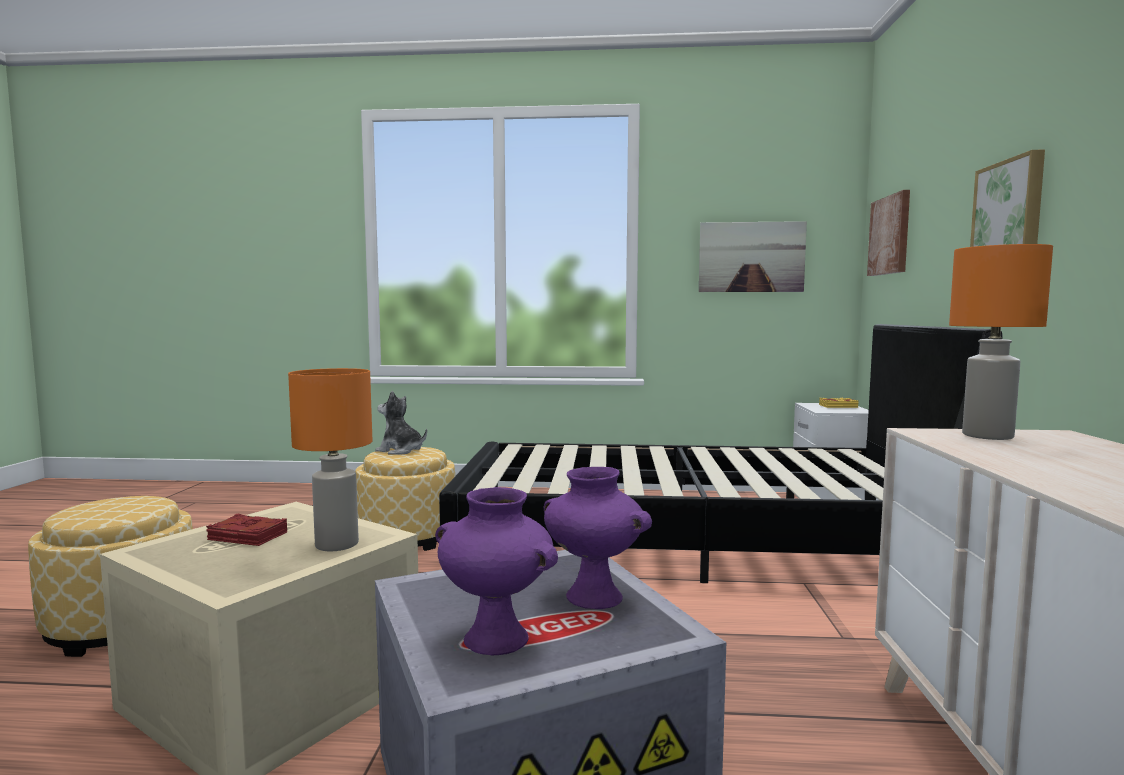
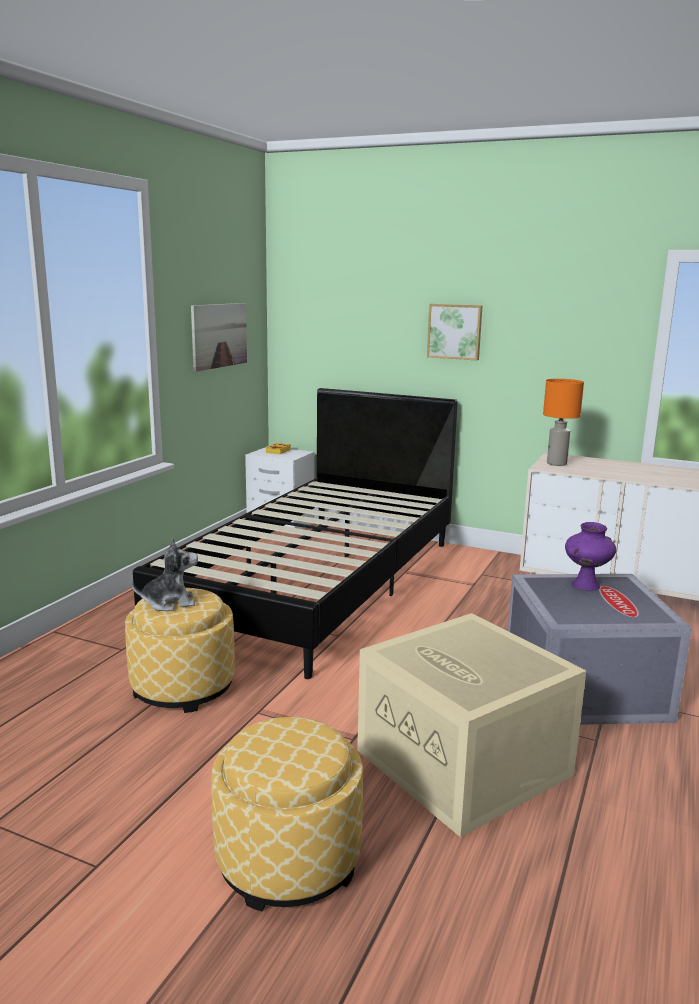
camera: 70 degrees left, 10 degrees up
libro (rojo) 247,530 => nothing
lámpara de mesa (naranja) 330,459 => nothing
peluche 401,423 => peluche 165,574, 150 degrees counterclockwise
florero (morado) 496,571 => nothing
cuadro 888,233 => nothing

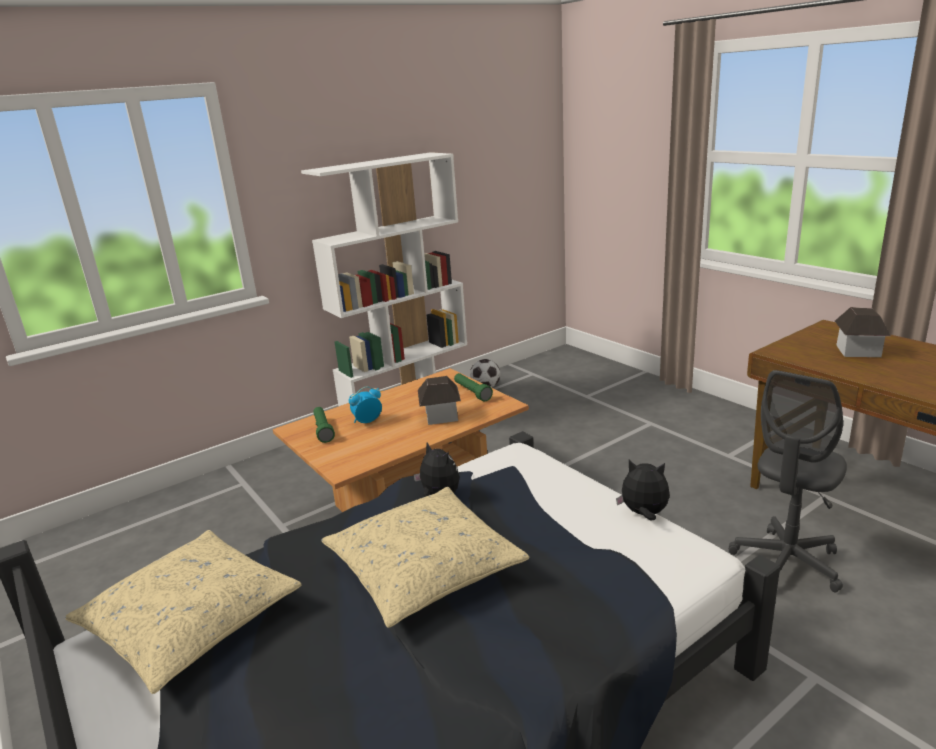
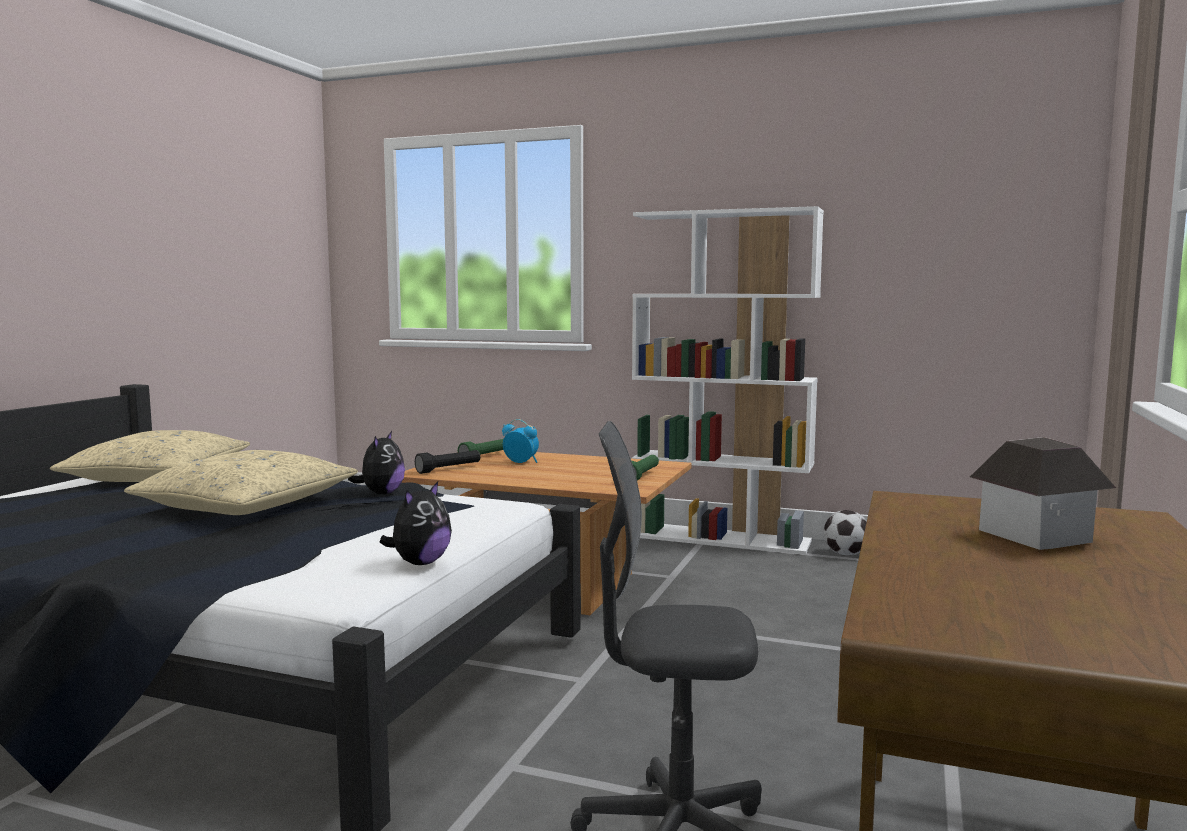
camera: 55 degrees right, 15 degrees down
casita 439,400 => nothing
peluche 643,490 => peluche 416,523, 45 degrees clockwise
nothing => linterna (negro) 447,462

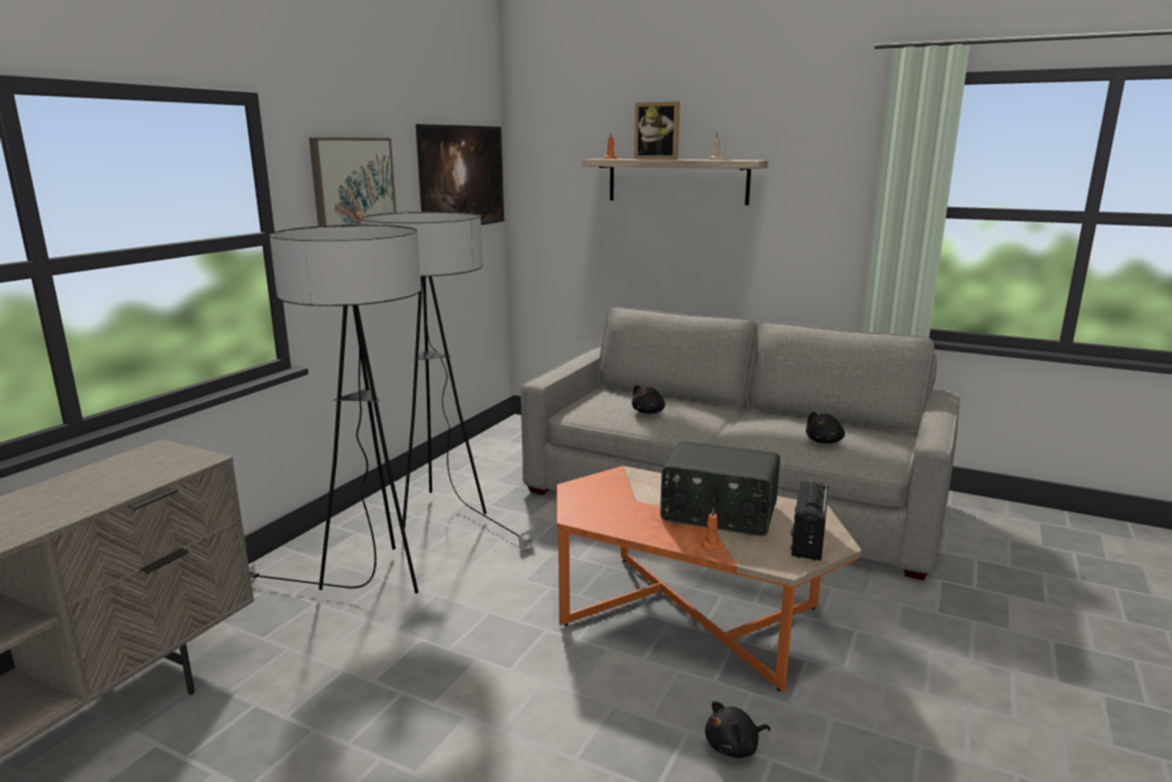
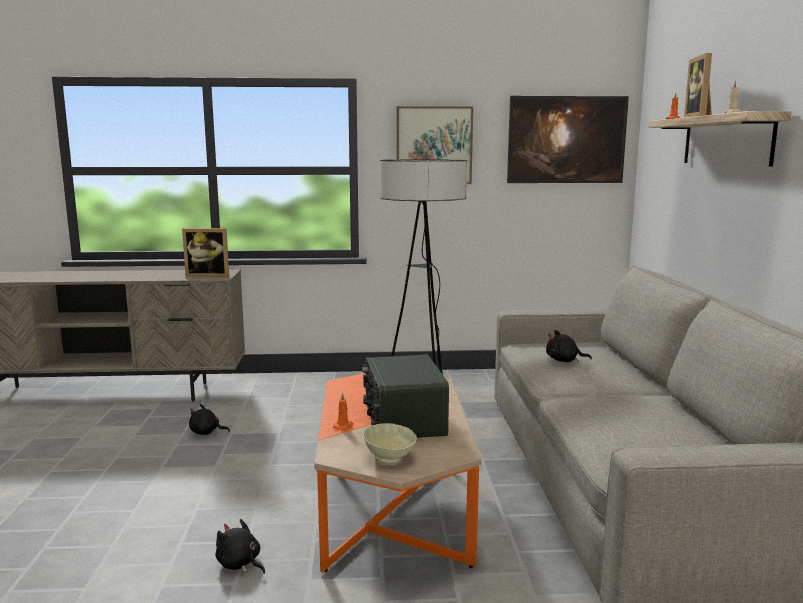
camera: 60 degrees right, 5 degrees down
lámpara de pie 335,409 => nothing
radio 809,521 => cuenco (beis) 390,443
peluche (negro) 825,428 => peluche (negro) 209,419, shifted
nothing => portarretratos 205,252

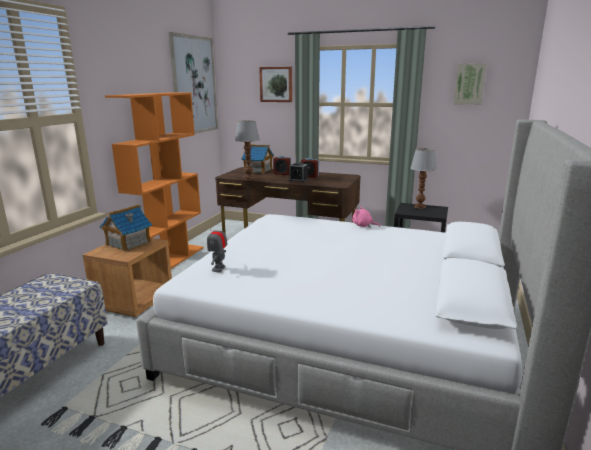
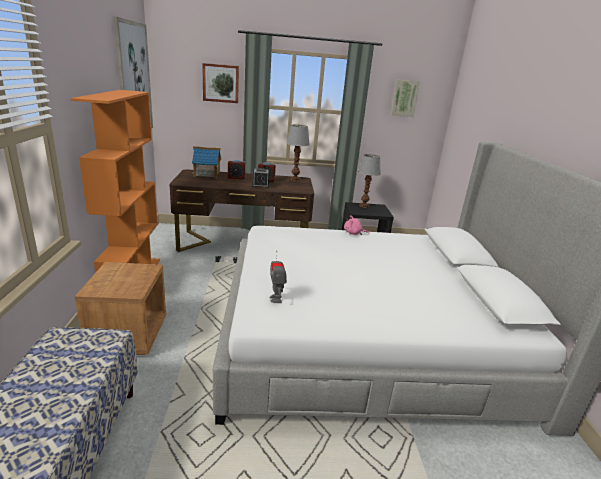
camera: 25 degrees left, 5 degrees up
casita 125,228 => nothing
lámpara de mesa 247,150 => lámpara de mesa 298,152, shifted

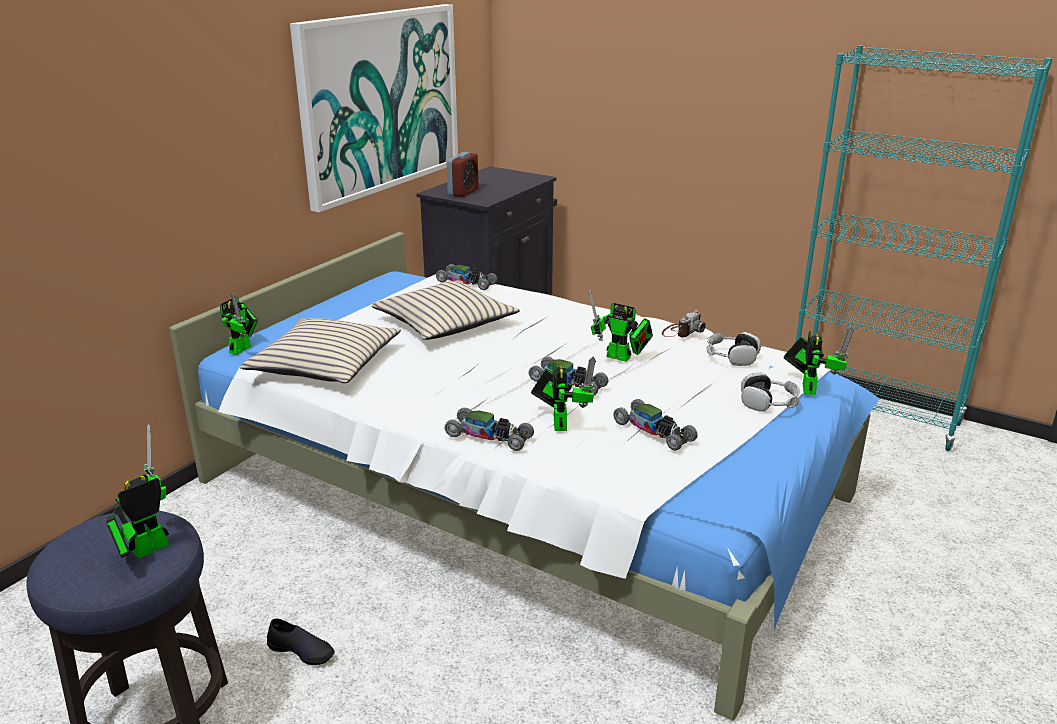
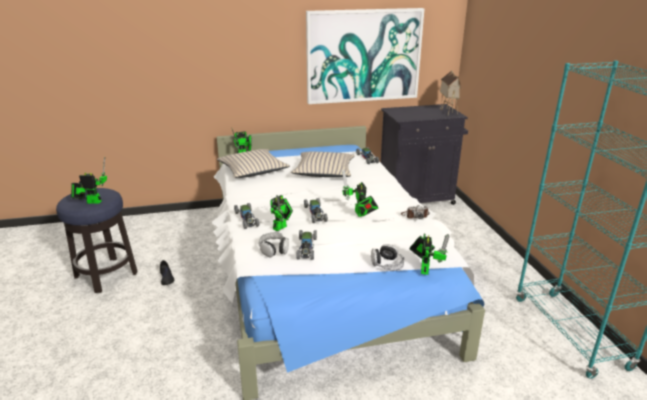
camera: 45 degrees right, 0 degrees up
despertador 462,174 => nothing
auriculares 733,349 => auriculares 274,244, shifted
robot de juguete 819,360 => robot de juguete 429,254, 45 degrees counterclockwise
nothing => casita 450,92

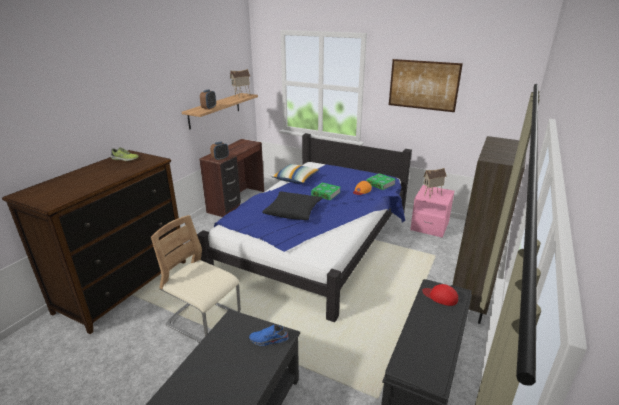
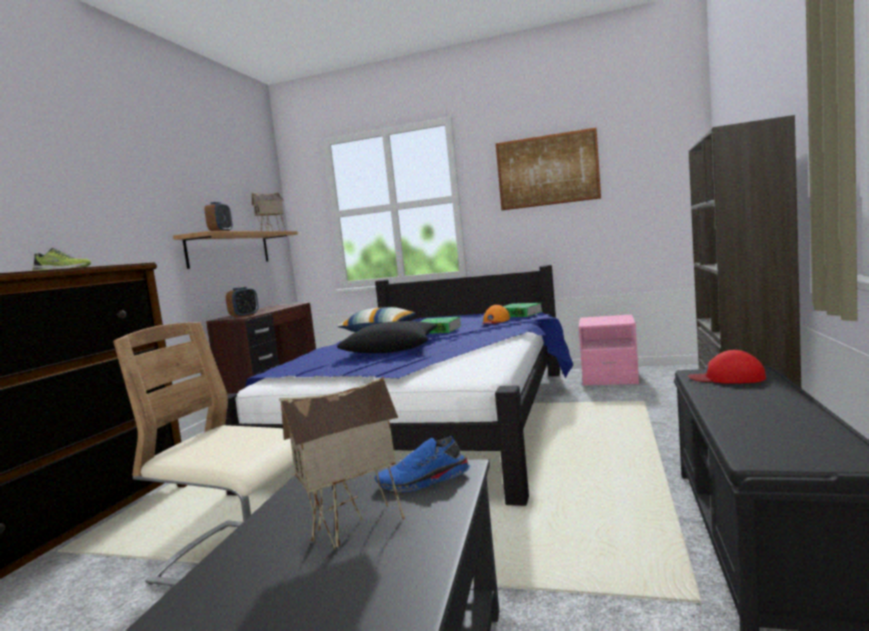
camera: 10 degrees left, 20 degrees down
casita 435,183 => casita 342,463, shifted

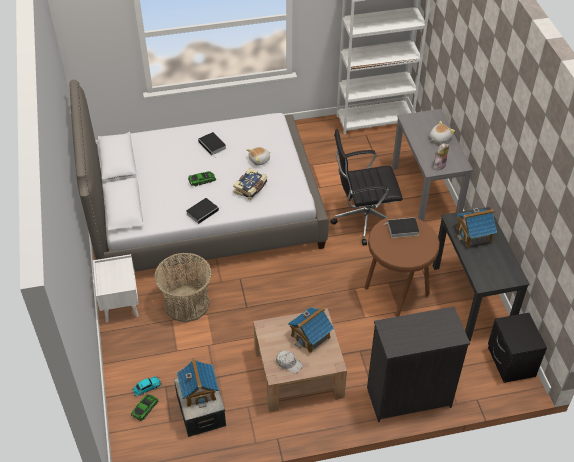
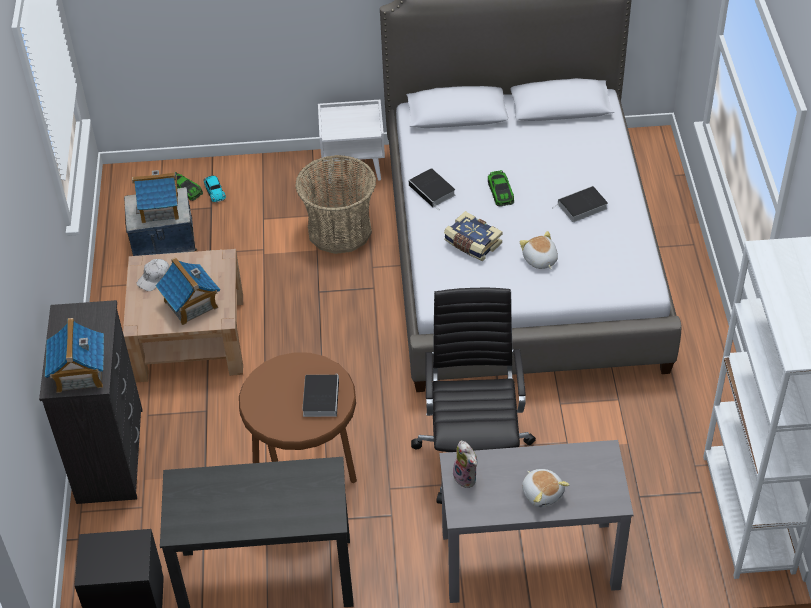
camera: 100 degrees right, 0 degrees up
casita 477,227 => casita 74,355, shifted

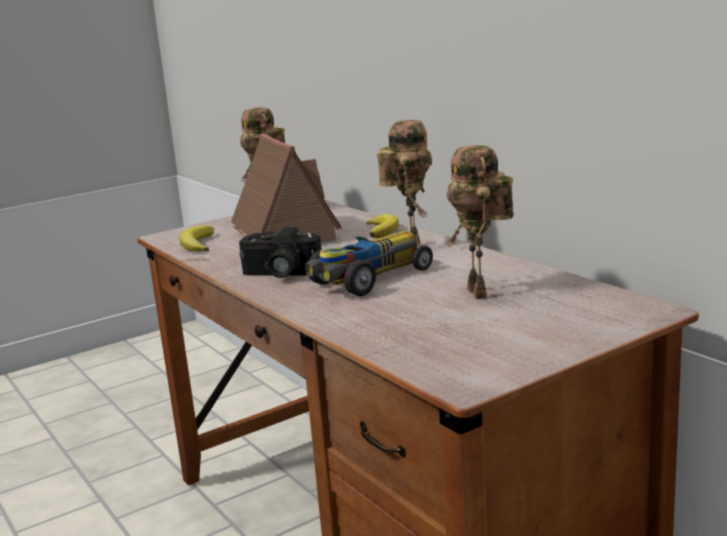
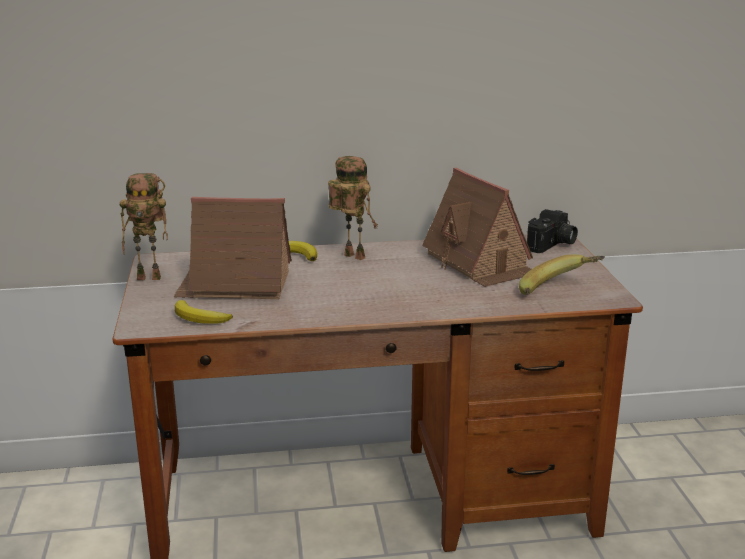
camera: 65 degrees left, 5 degrees up
cámara 280,252 => cámara 552,231, shifted
coche de juguete 369,263 => nothing
robot de juguete 480,222 => casita 477,227
nothing => plátano 562,274

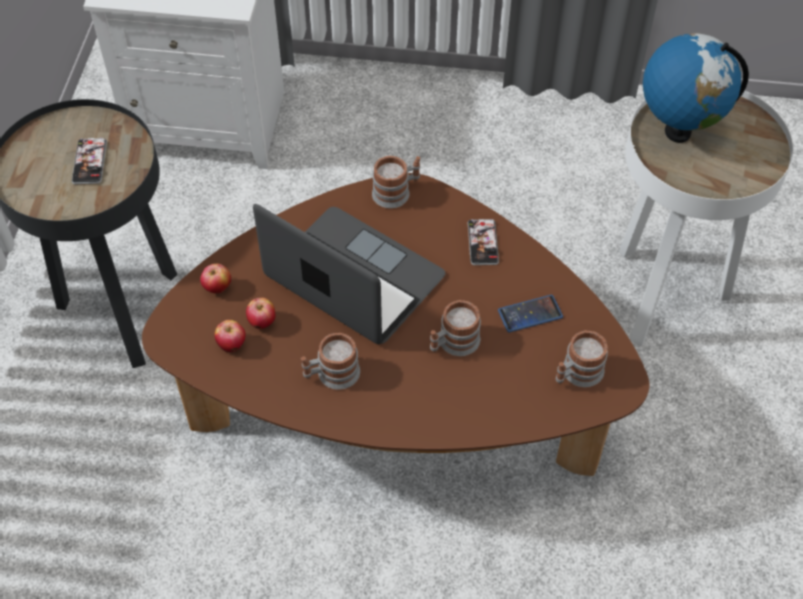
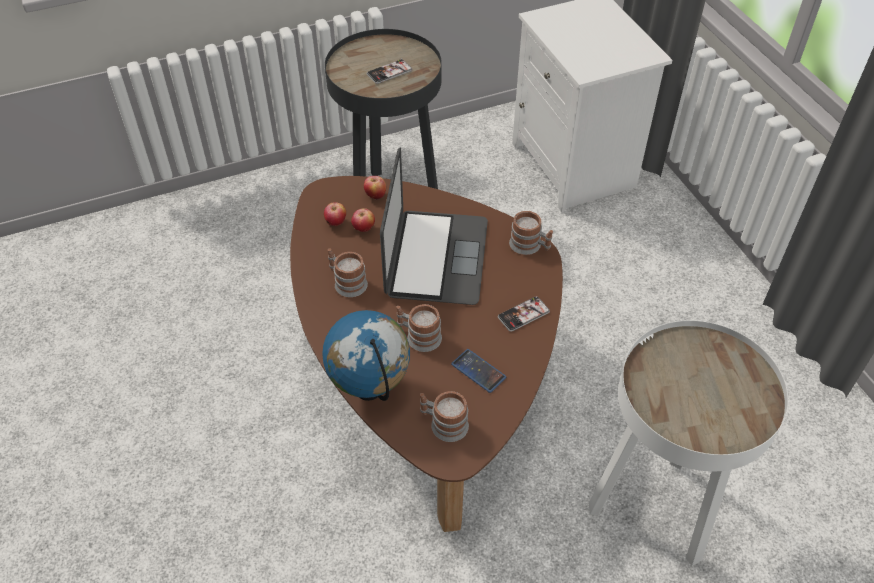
camera: 60 degrees right, 5 degrees down
globo terráqueo 696,88 => globo terráqueo 366,355, shifted

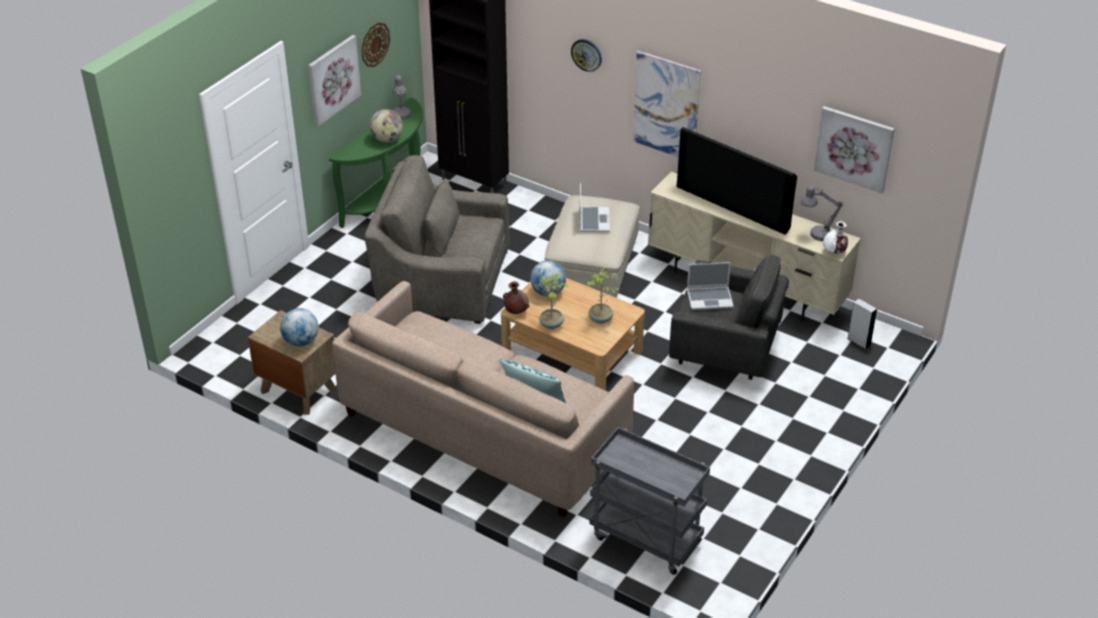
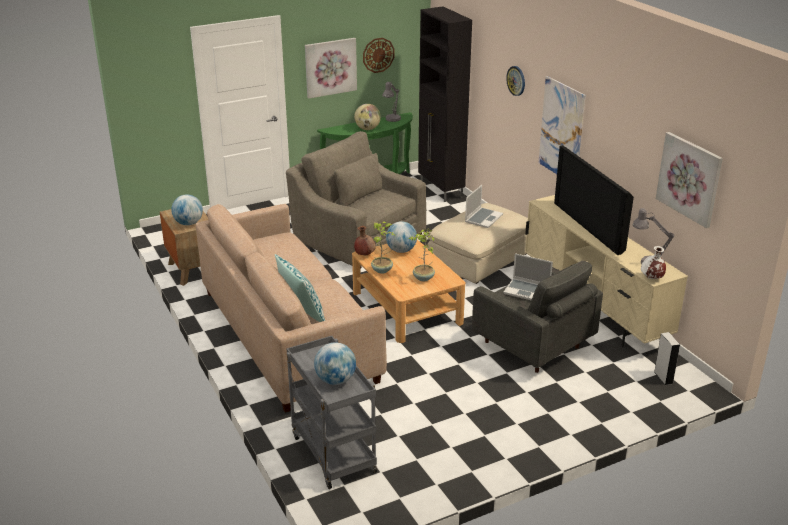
camera: 30 degrees right, 10 degrees down
nothing => globo terráqueo 335,363

